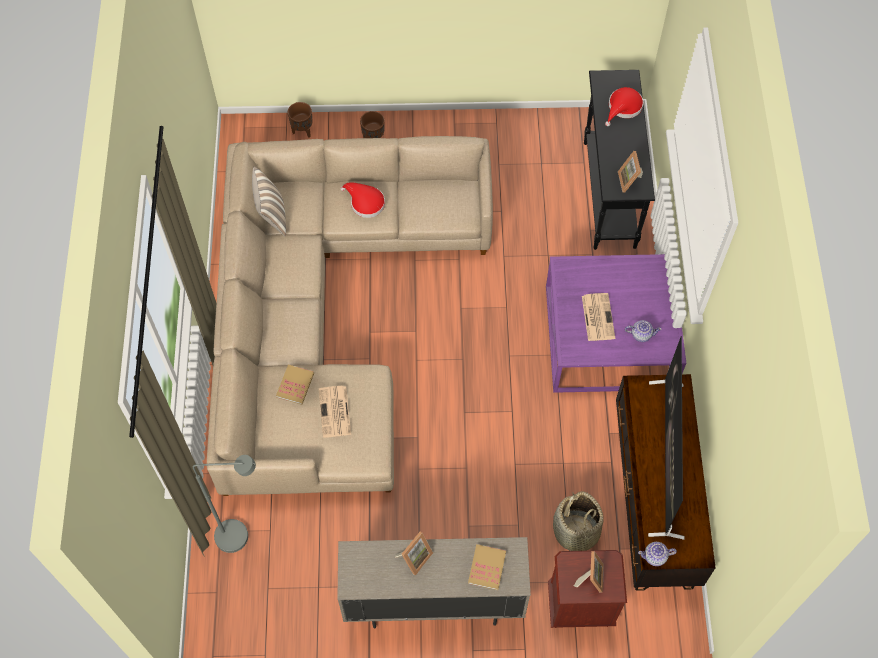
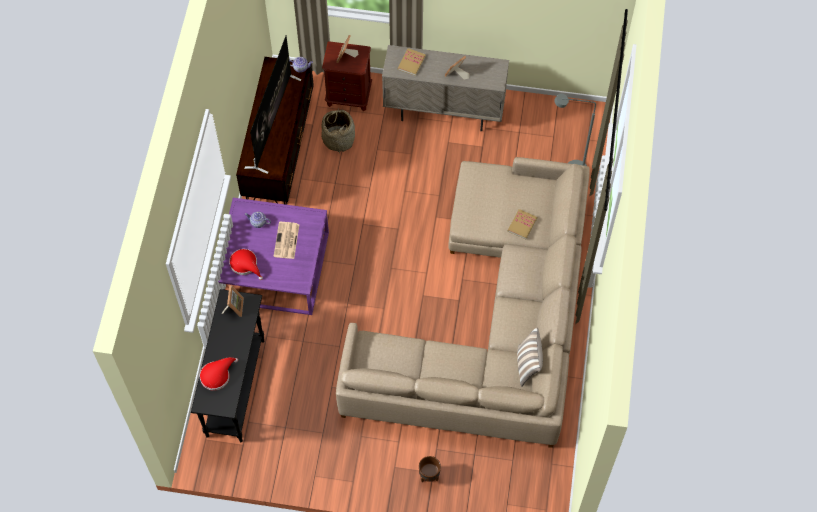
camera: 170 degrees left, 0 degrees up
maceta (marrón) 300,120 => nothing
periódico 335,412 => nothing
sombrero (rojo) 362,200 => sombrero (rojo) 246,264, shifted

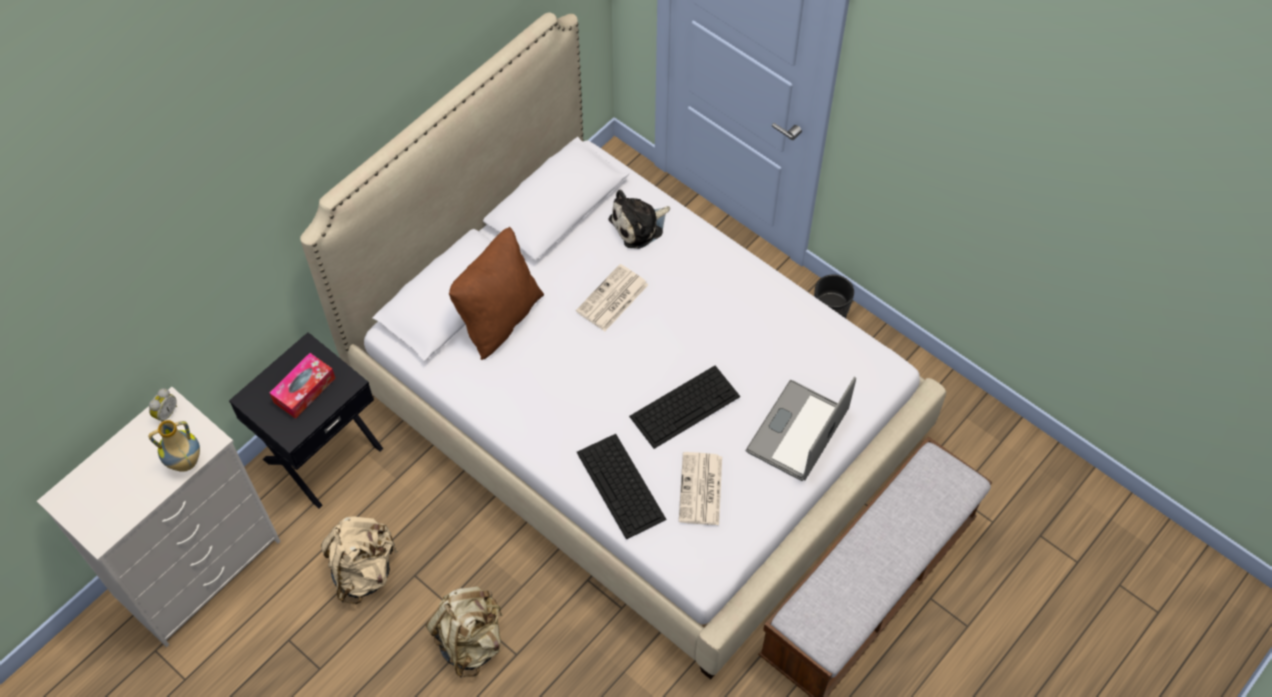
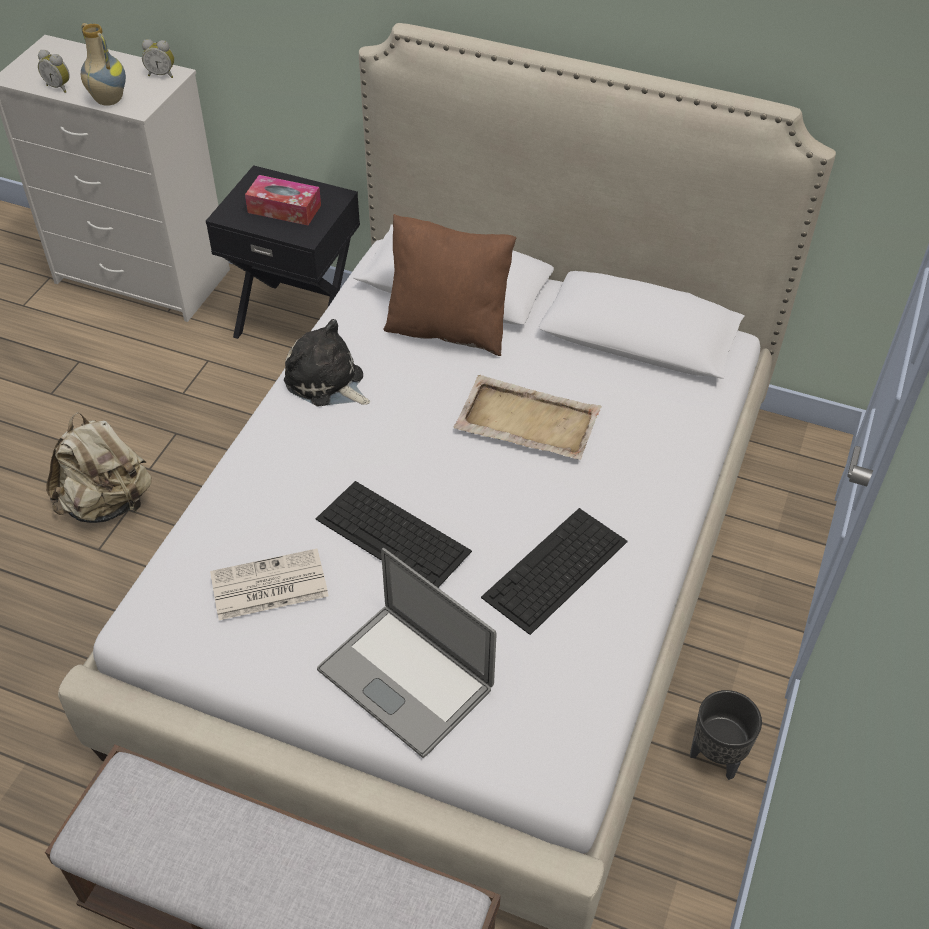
camera: 70 degrees right, 10 degrees down
mochila (beis) 359,561 => nothing
periódico 612,297 => bandeja (beis) 528,417
teclado 621,486 => teclado 554,571, shifted
peluche 639,219 => peluche 327,363, shifted
portátil 801,429 => portátil 407,653, 150 degrees counterclockwise
nothing => despertador 54,71

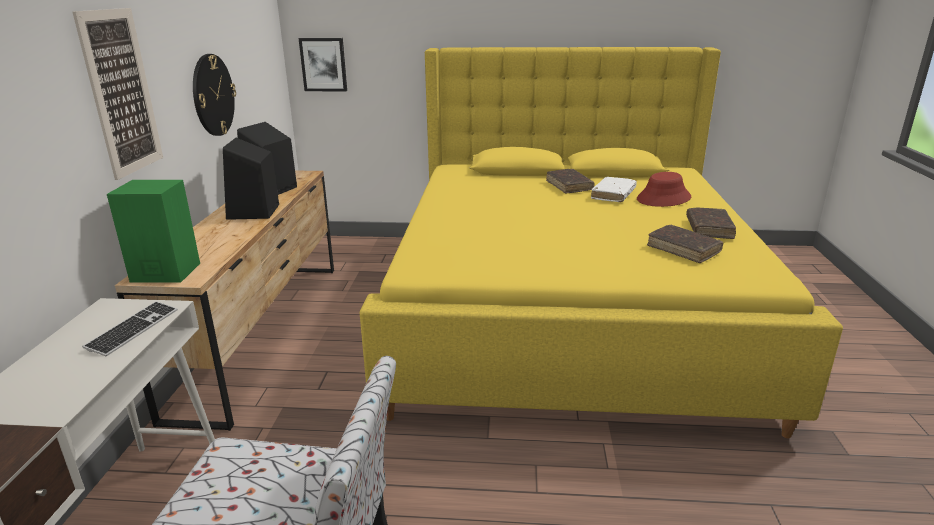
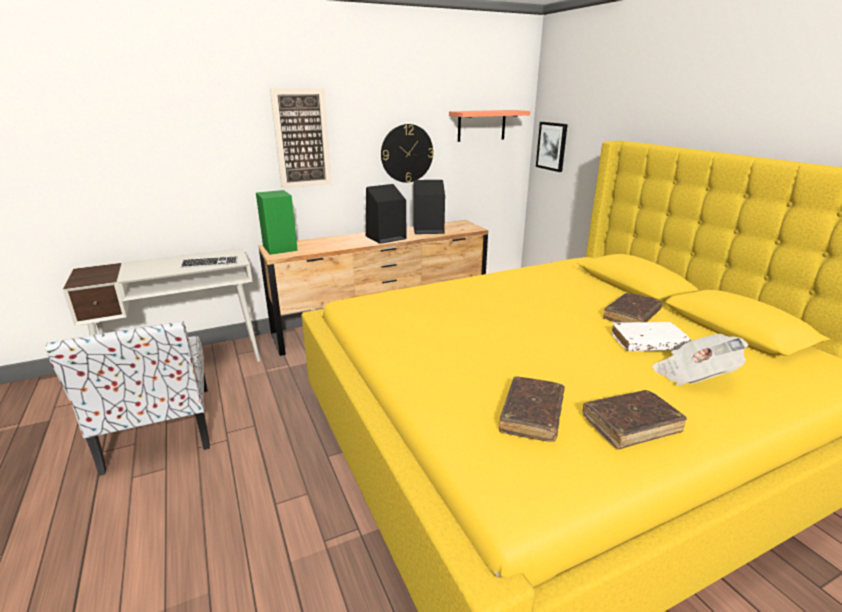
camera: 60 degrees right, 0 degrees up
sombrero (rojo) 664,189 => periódico 700,360
nothing => estante 489,126

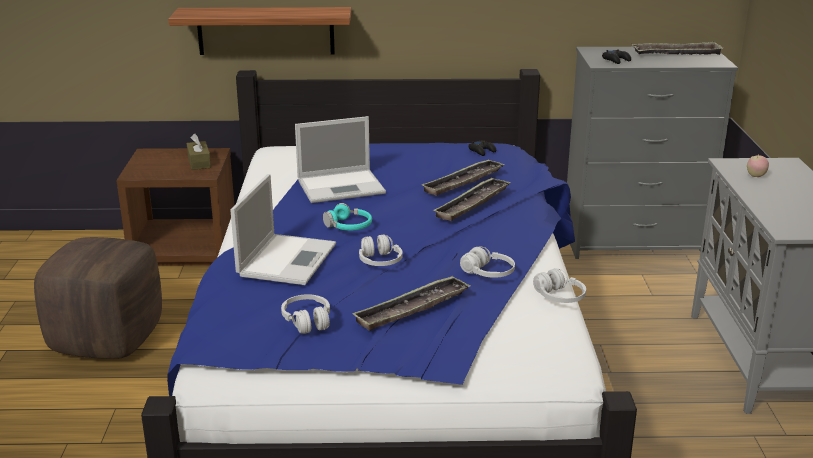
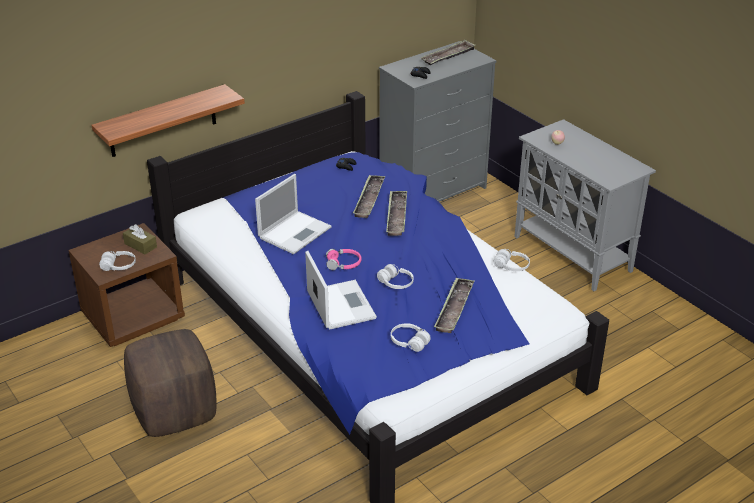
camera: 35 degrees left, 10 degrees up
auriculares (turquesa) 347,217 => auriculares (rosa) 344,259
auriculares (blanco) 487,262 => auriculares (blanco) 117,261, shifted

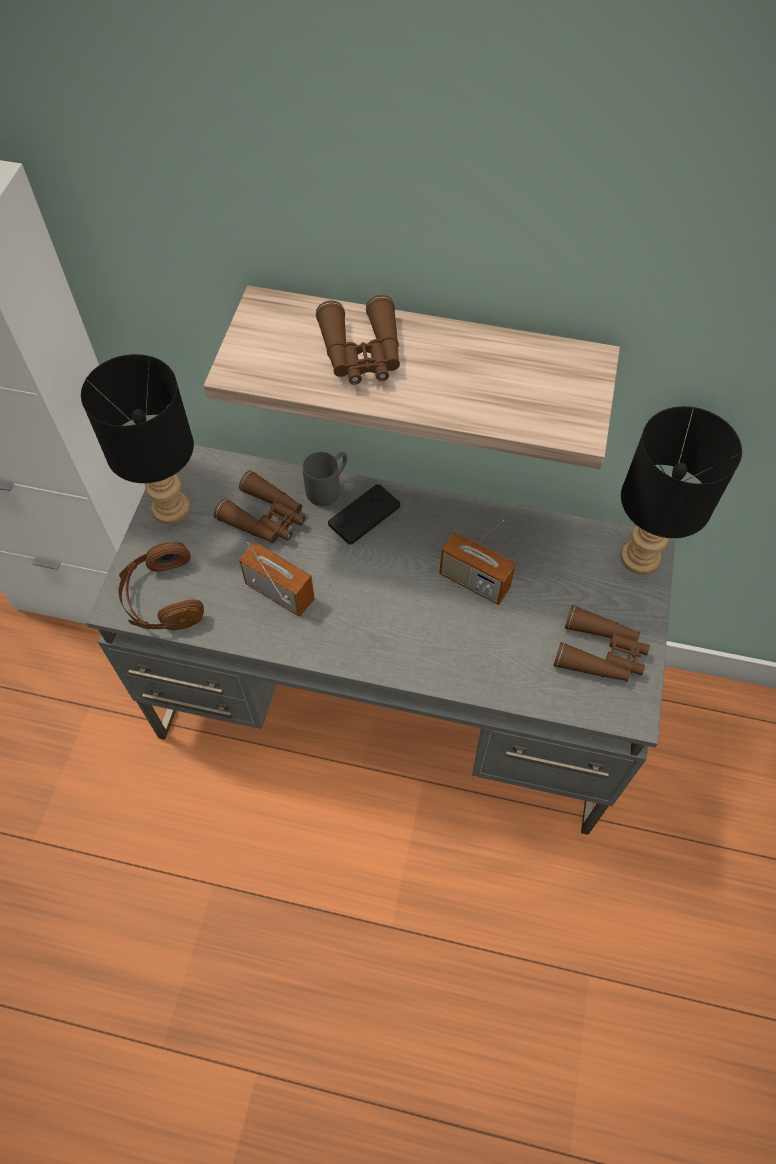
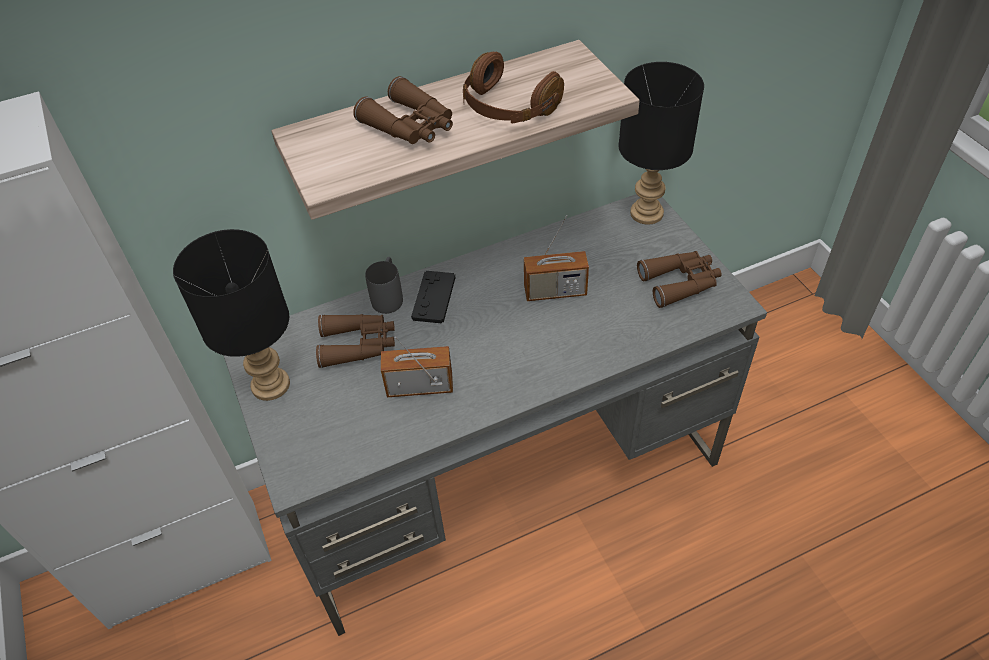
camera: 35 degrees left, 10 degrees down
auriculares (marrón) 161,585 => auriculares (marrón) 513,87, shifted

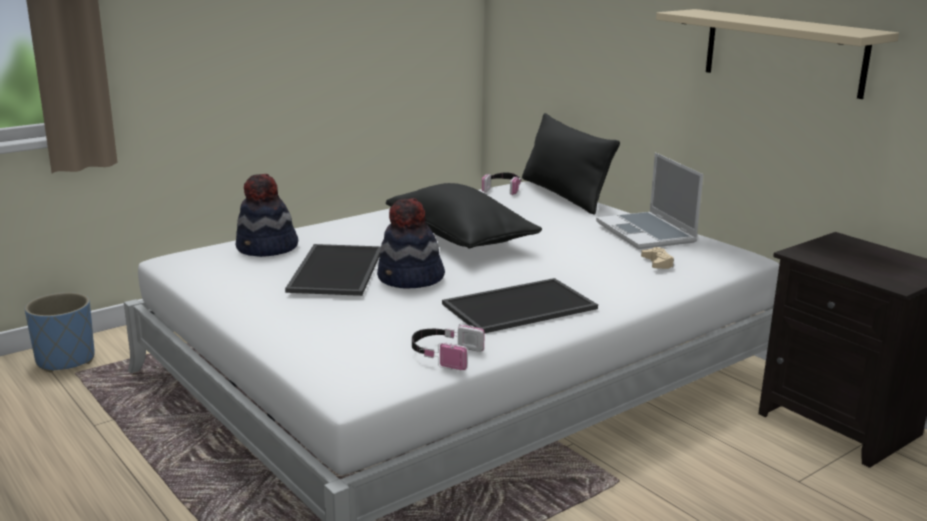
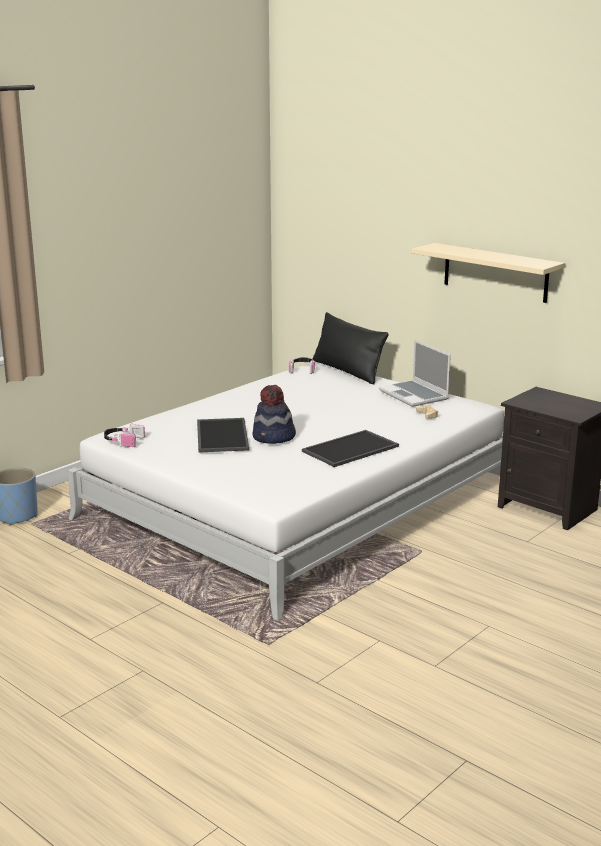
camera: 10 degrees left, 0 degrees up
sombrero 267,215 => nothing
cojín (negro) 464,215 => nothing
auriculares 448,347 => auriculares 124,436, shifted

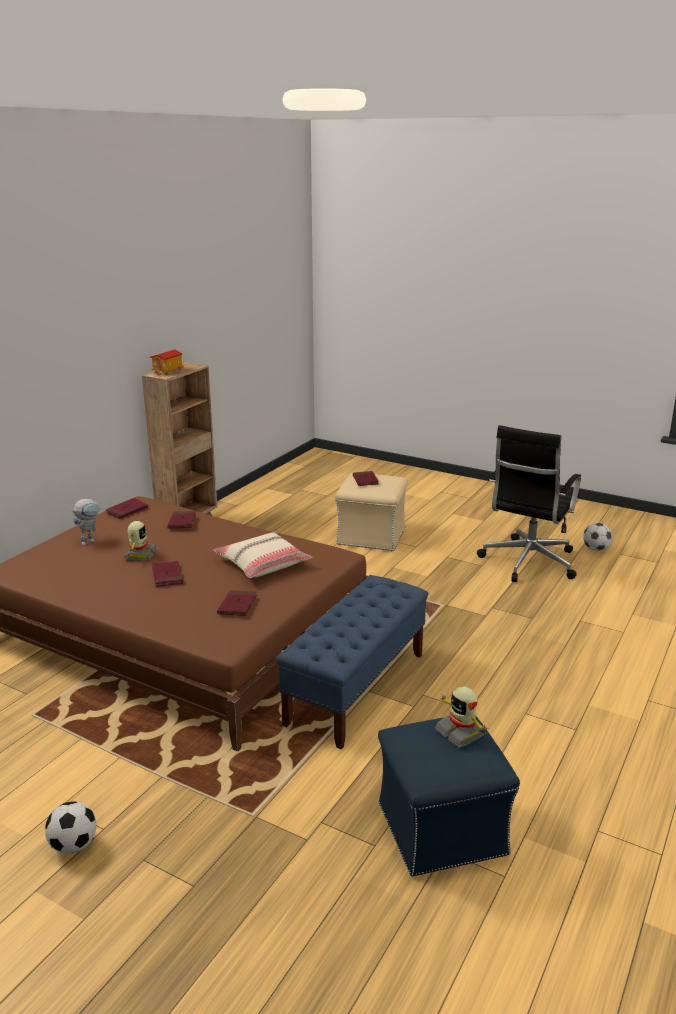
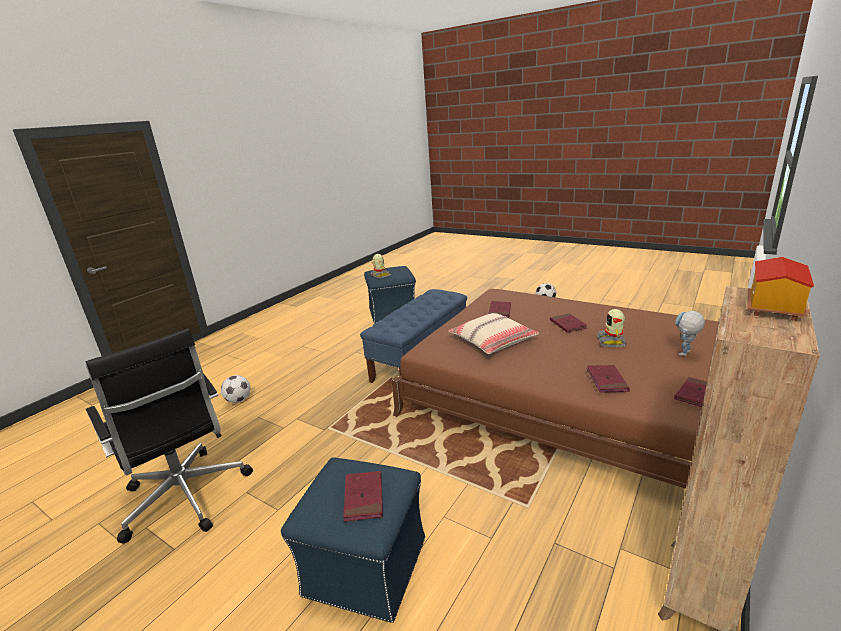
camera: 175 degrees left, 0 degrees up
puf (beis) 371,512 => puf (azul) 353,540
silla de oficina (negro) 529,503 => silla de oficina (negro) 169,435, 105 degrees clockwise
balón de fútbol 598,537 => balón de fútbol 235,389, shifted

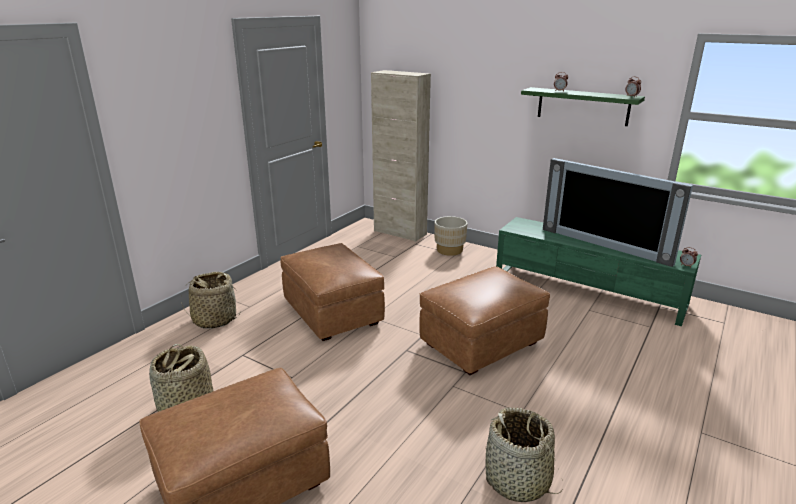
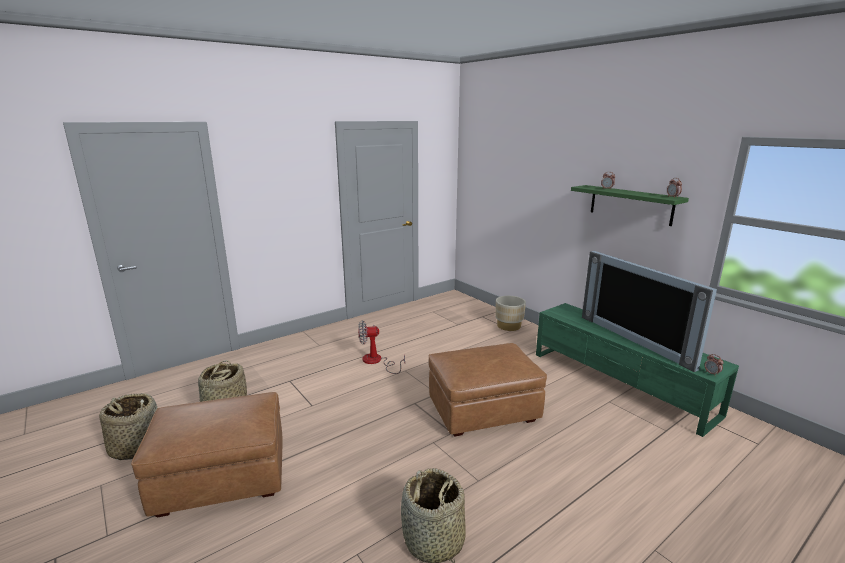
camera: 20 degrees right, 5 degrees down
cesta 211,300 => cesta 128,426, shifted
puf (marrón) 332,292 => ventilador 381,347
armario (beis) 401,156 => nothing

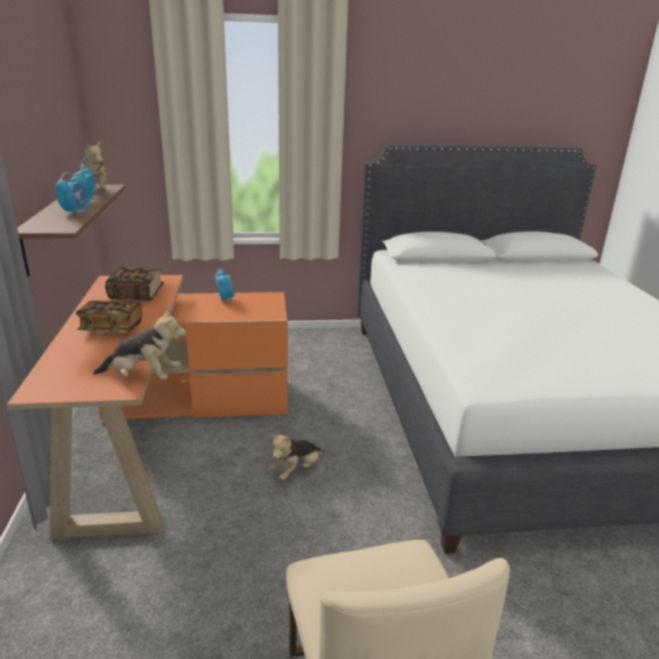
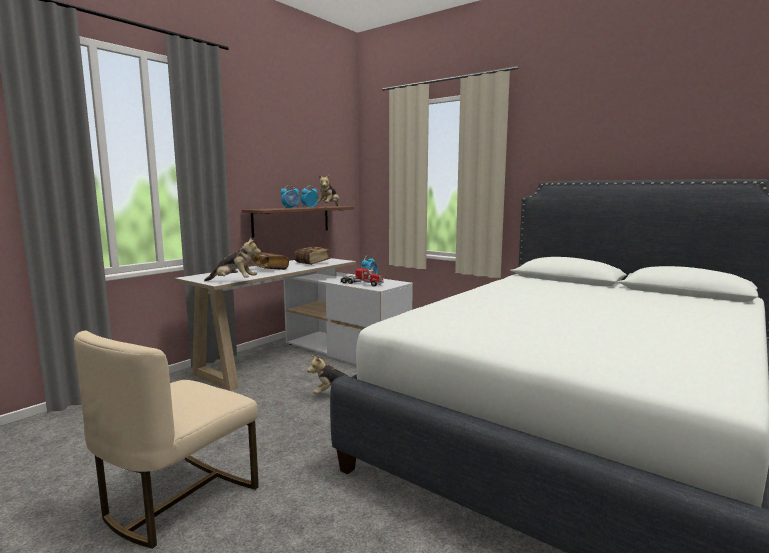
camera: 45 degrees right, 15 degrees down
escritorio (naranja) 147,407 => escritorio (blanco) 294,324
peluche 139,343 => peluche 232,259, 45 degrees counterclockwise
nothing => camión de juguete 362,277

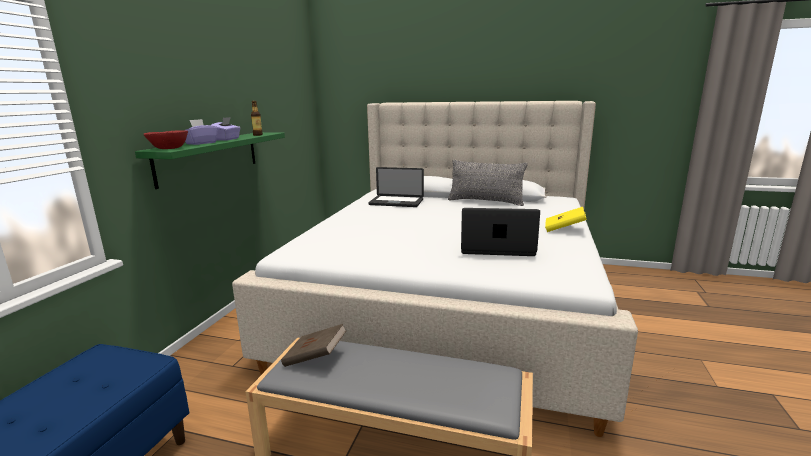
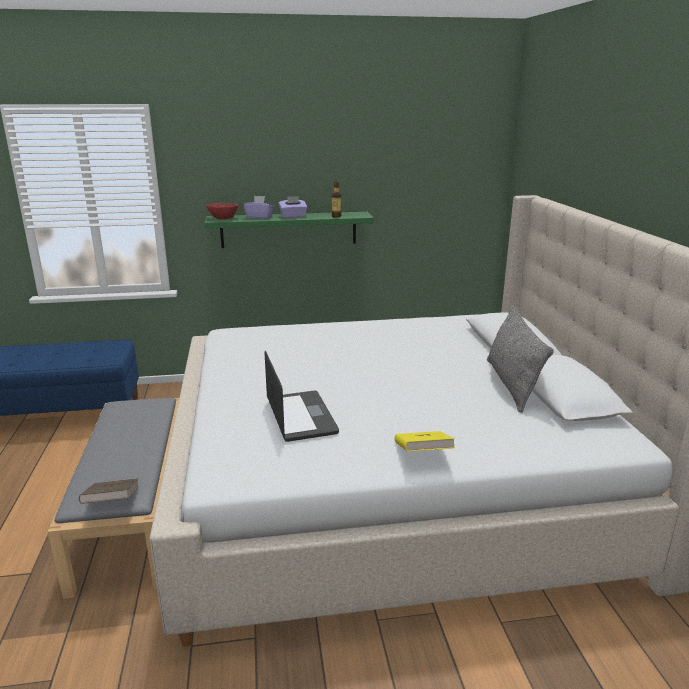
camera: 65 degrees right, 5 degrees up
libro (marrón) 314,345 => libro (marrón) 109,491, shifted
portátil 396,187 => nothing

